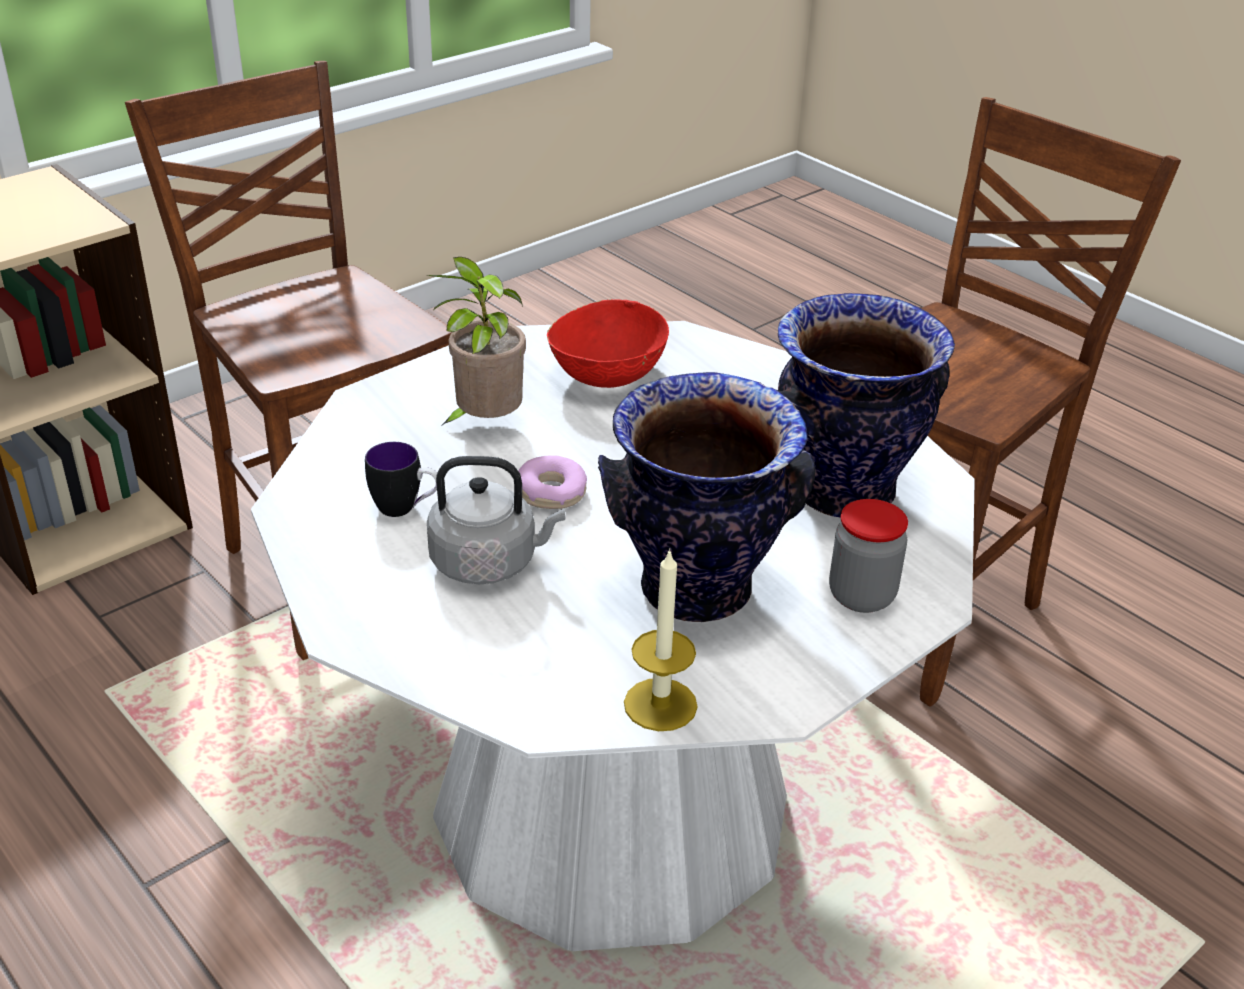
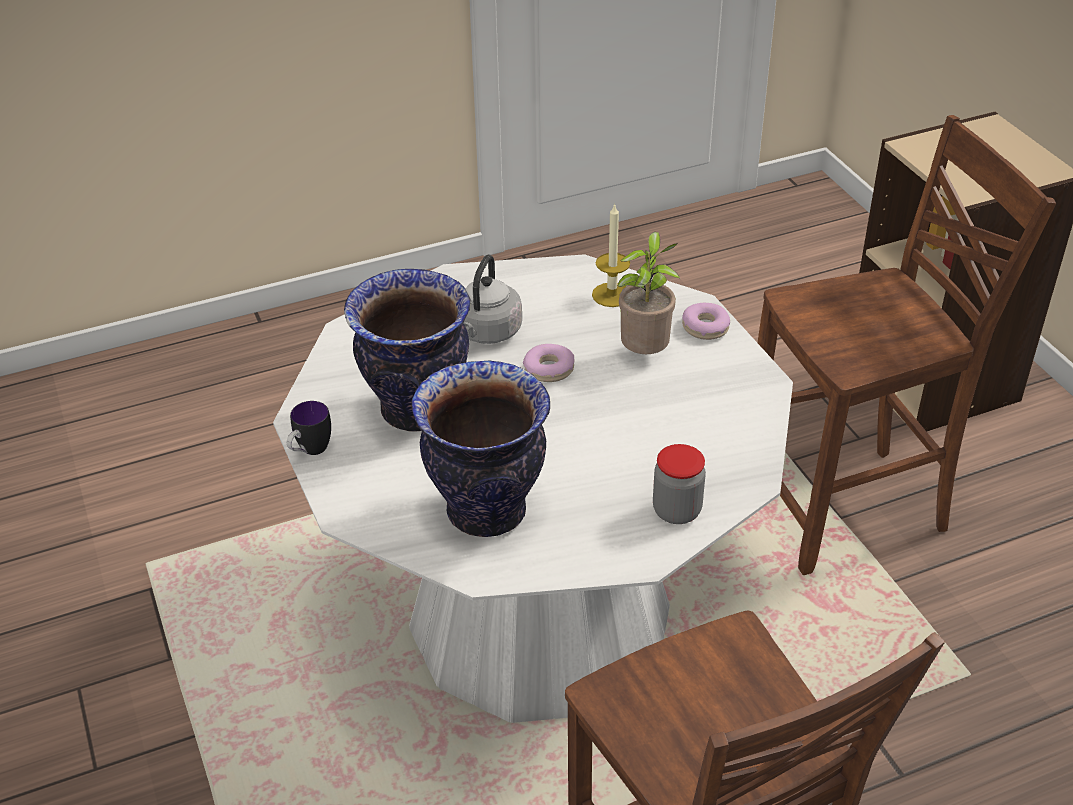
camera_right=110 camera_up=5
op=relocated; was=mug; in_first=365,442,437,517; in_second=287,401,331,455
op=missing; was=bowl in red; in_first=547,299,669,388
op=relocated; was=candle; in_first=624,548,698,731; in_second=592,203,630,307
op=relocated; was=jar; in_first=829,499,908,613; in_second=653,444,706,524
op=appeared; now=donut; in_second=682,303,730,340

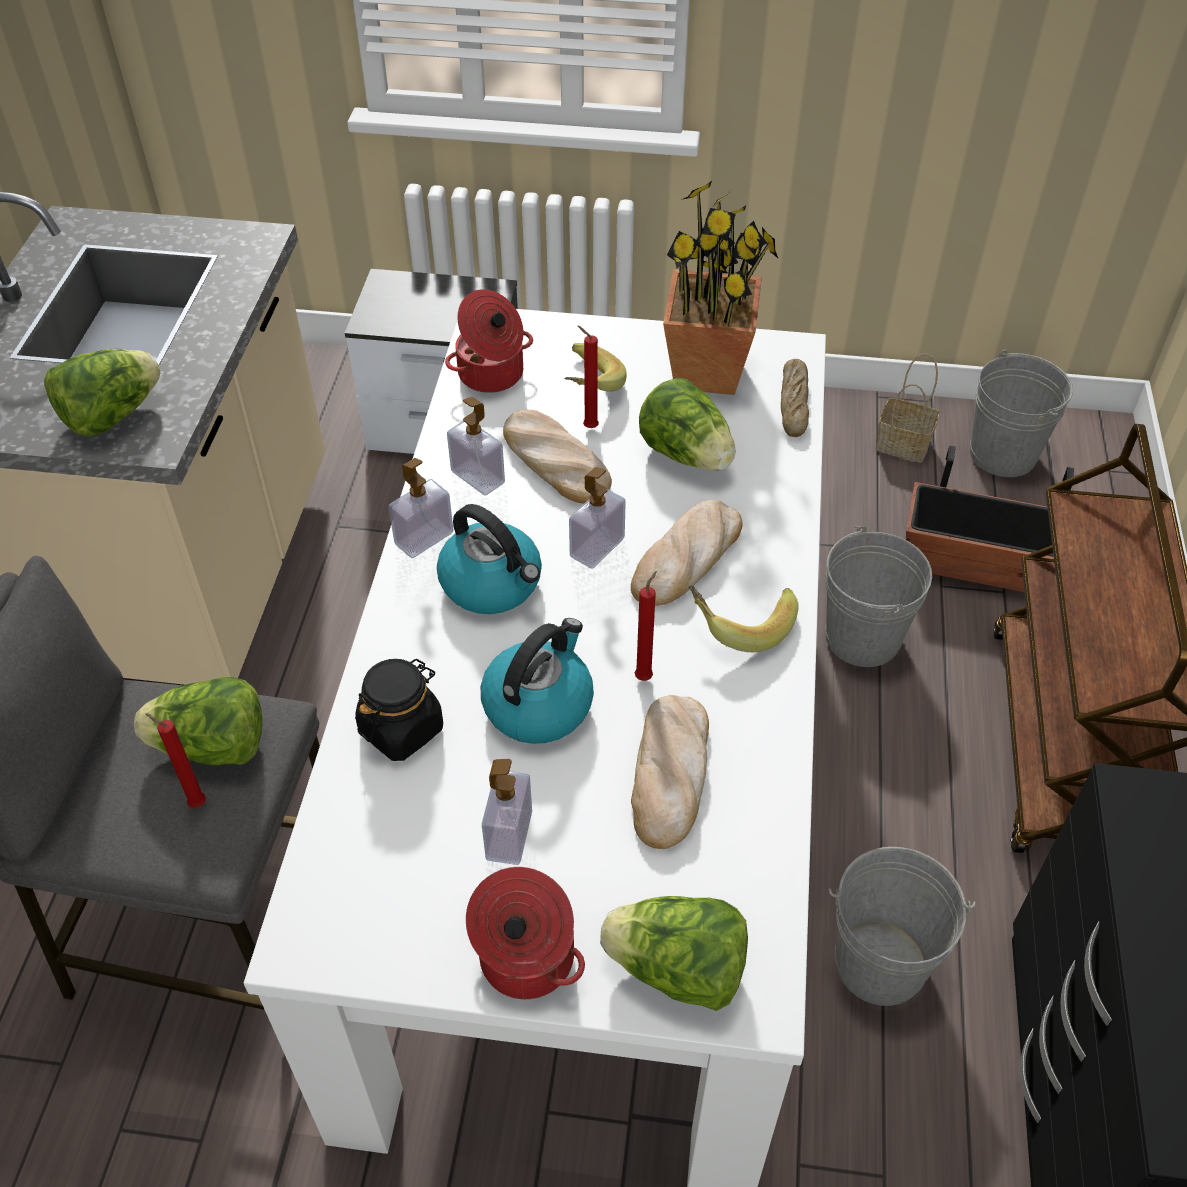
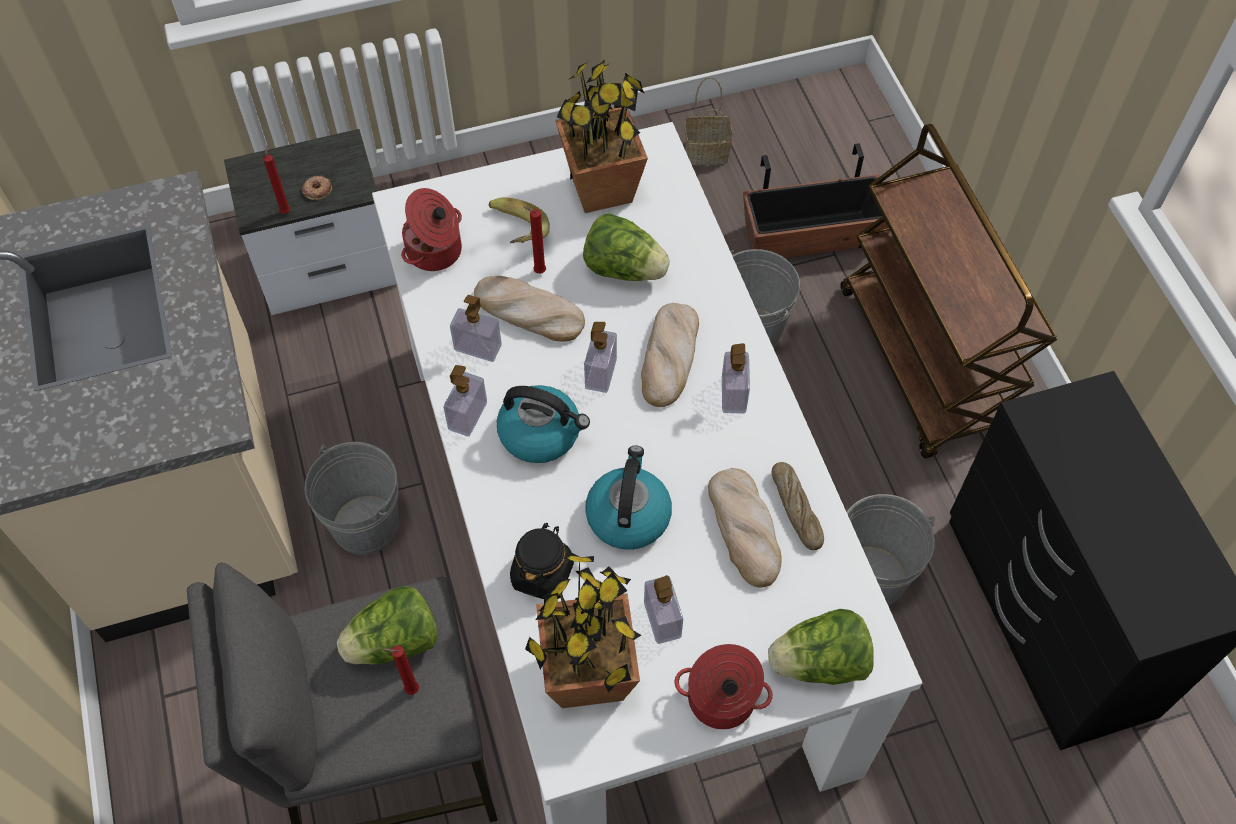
camera_right=-25 camera_up=10
op=missing; was=lettuce; in_first=44,349,161,437
op=relocated; was=candle in red; in_first=635,571,657,681; in_second=263,144,290,213
op=exchanged; was=banana; now=soap dispenser; in_first=688,585,799,652; in_second=722,343,750,413
op=relocated; was=bread; in_first=781,359,809,437; in_second=772,462,824,550
op=relocated; was=bucket in grey; in_first=970,349,1073,477; in_second=305,442,399,555
op=appeared; now=donut; in_second=302,176,332,200
op=appeared; now=potted plant; in_second=525,551,641,708

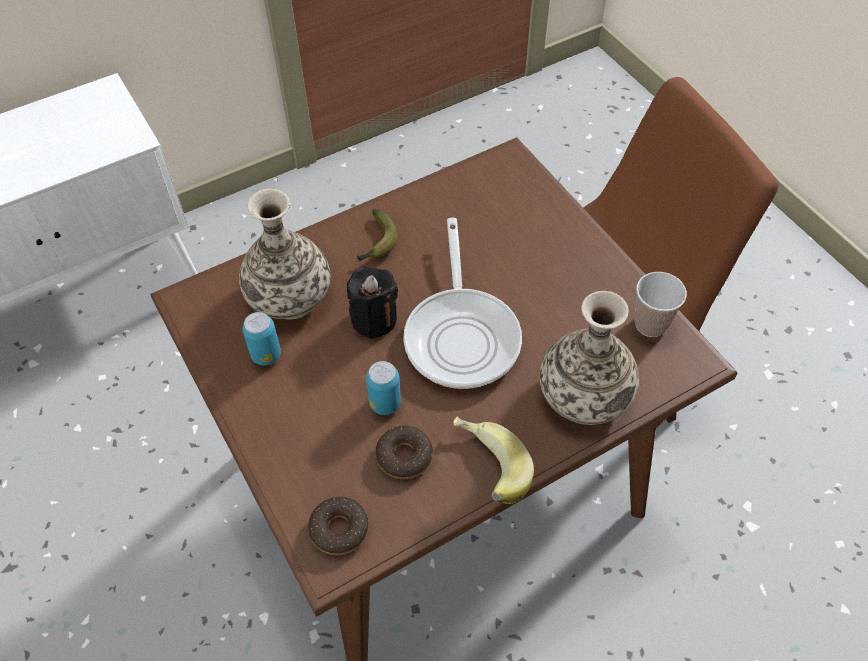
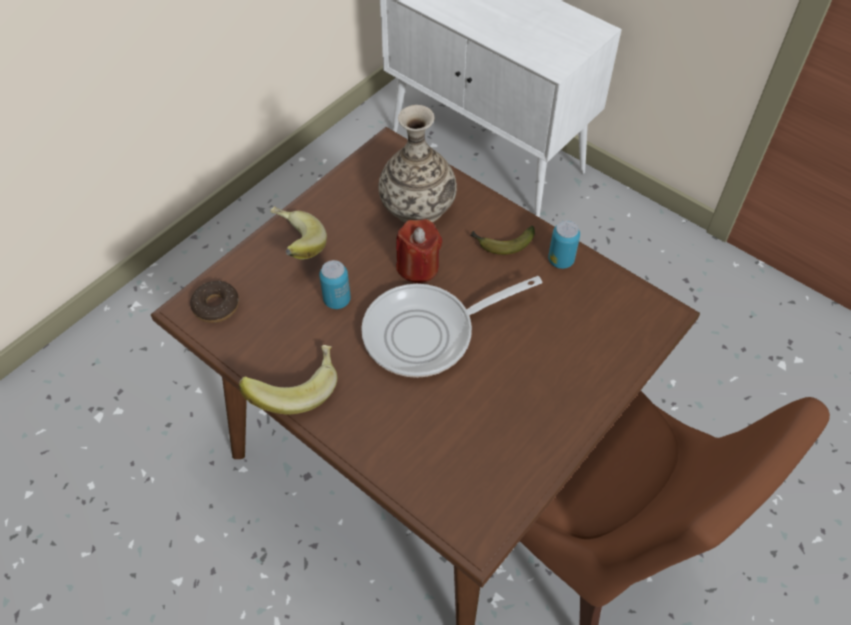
camera_right=70 camera_up=0
op=relocated; was=can; in_first=242,312,281,366; in_second=548,220,580,269
op=colour; was=candle in black; now=candle in red; in_first=347,267,398,339; in_second=396,219,442,283
op=missing; was=donut; in_first=375,426,433,479
op=missing; was=vase; in_first=540,291,639,425
op=missing; was=cup; in_first=635,272,687,337
op=appeared; now=banana; in_second=270,206,327,260

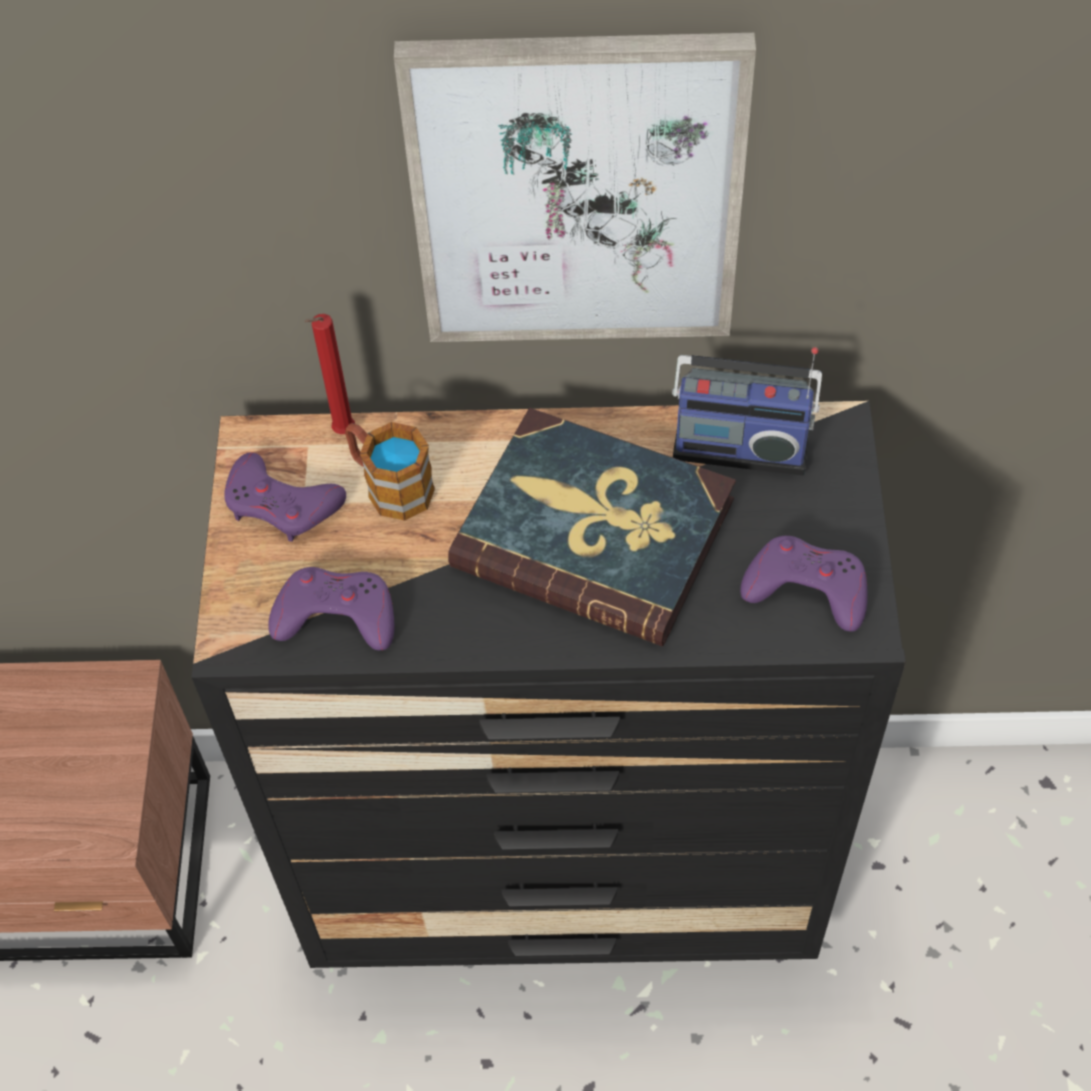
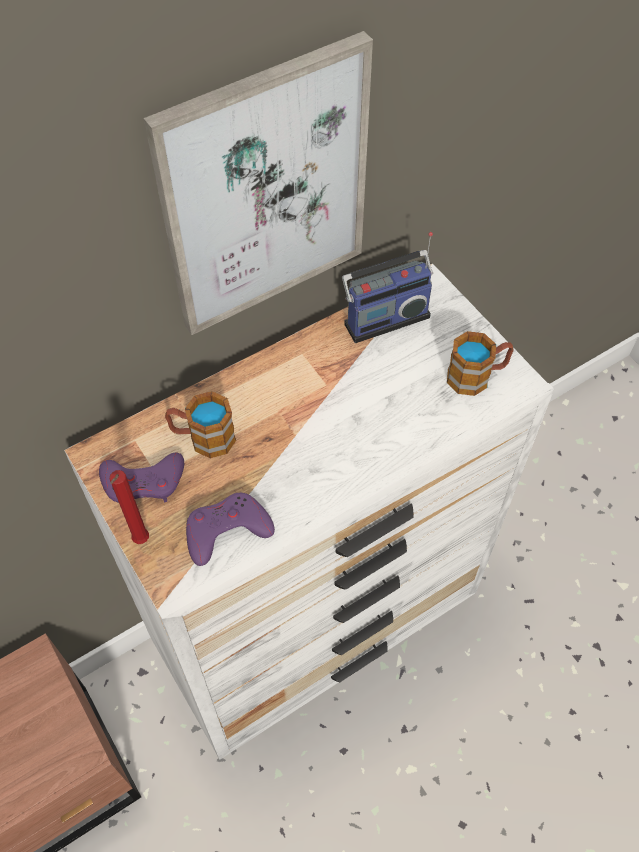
camera_right=-35 camera_up=0
op=colour; was=dresser in black; now=dresser in white; in_first=191,401,906,968; in_second=64,264,554,760
op=relocated; was=candle in red; in_first=304,314,355,434; in_second=110,470,149,544
op=missing; was=book; in_first=448,408,736,647
op=exchanged; was=game controller in purple; now=mug; in_first=740,536,868,632; in_second=447,331,514,396

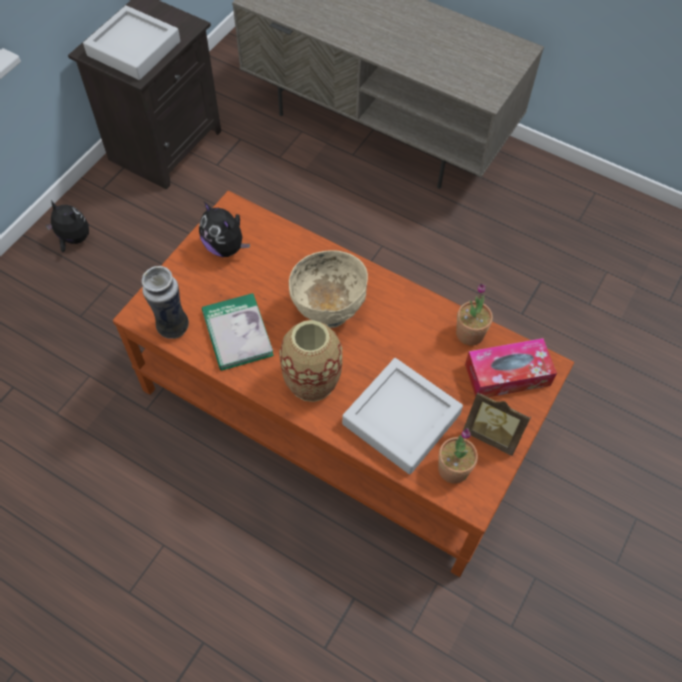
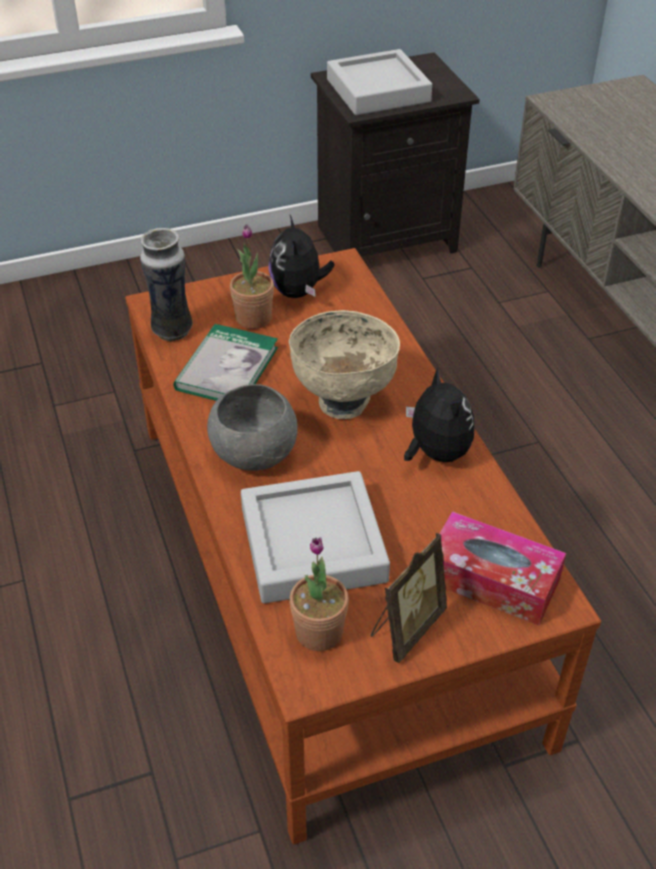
camera_right=40 camera_up=-15
op=relocated; was=plush toy; in_first=45,200,89,253; in_second=404,367,475,462
op=exchanged; was=vase; now=bowl in grey; in_first=279,320,342,402; in_second=207,384,298,471
op=relocated; was=potted plant; in_first=456,284,493,345; in_second=230,224,274,329
op=spun; was=picture frame; in_first=463,391,531,456; in_second=371,533,447,663; clockwise=-120

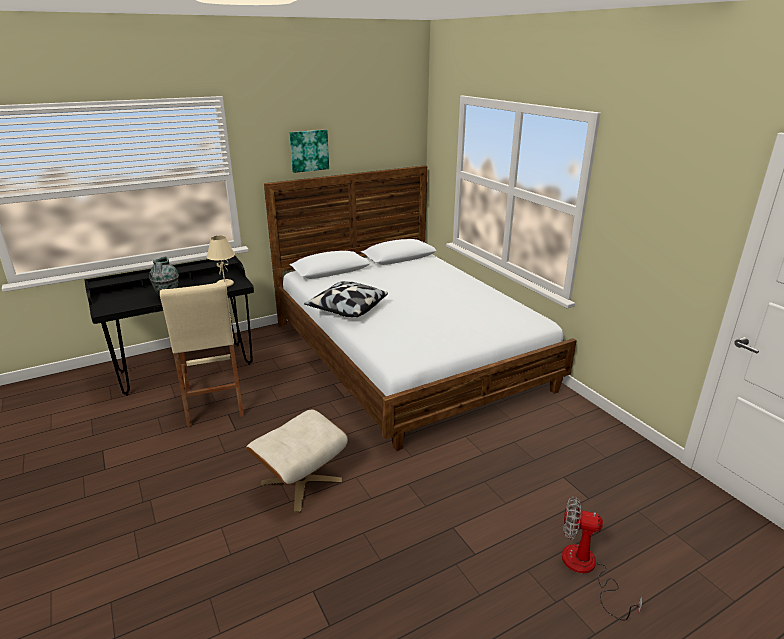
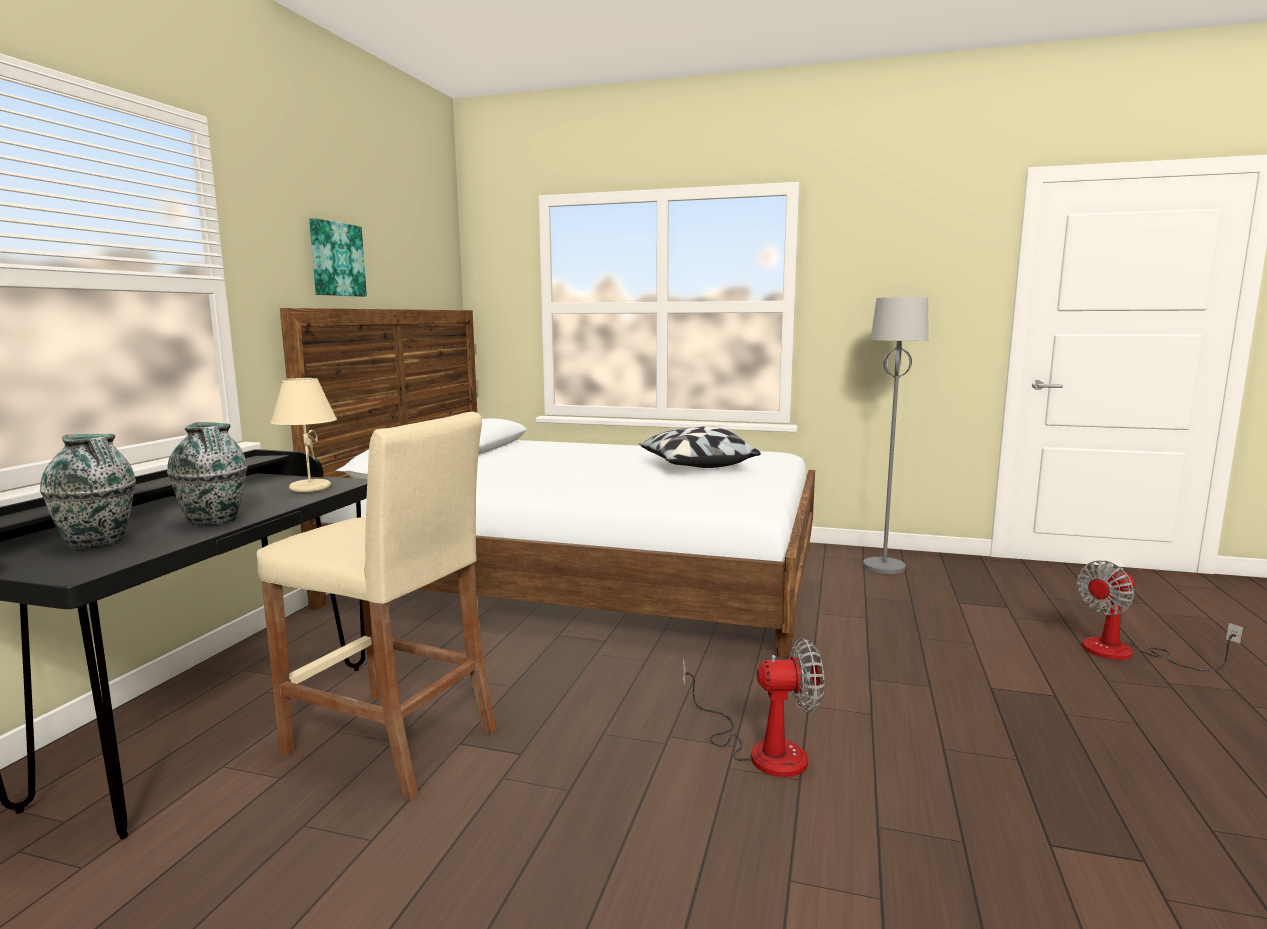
camera_right=-45 camera_up=-15
op=exchanged; was=ottoman in beige; now=fan; in_first=246,409,348,513; in_second=683,638,824,777
op=relocated; was=pillow; in_first=304,281,388,317; in_second=639,426,761,468
op=appeared; now=vase; in_second=40,434,136,549
op=appeared; now=floor lamp in grey; in_second=863,297,929,574

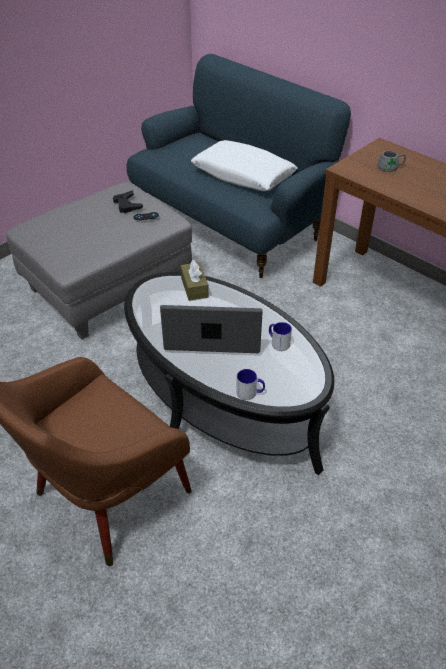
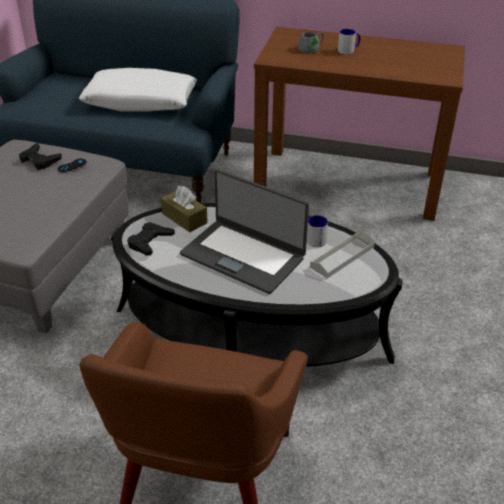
camera_right=-30 camera_up=-5
op=spun; was=laptop; in_first=160,305,263,353; in_second=180,169,309,294; clockwise=-120
op=relocated; was=mug; in_first=236,369,265,400; in_second=338,29,360,54
op=appeared; now=game controller in black; in_second=127,222,175,255
op=appeared; now=tray in grey; in_second=310,231,375,278

